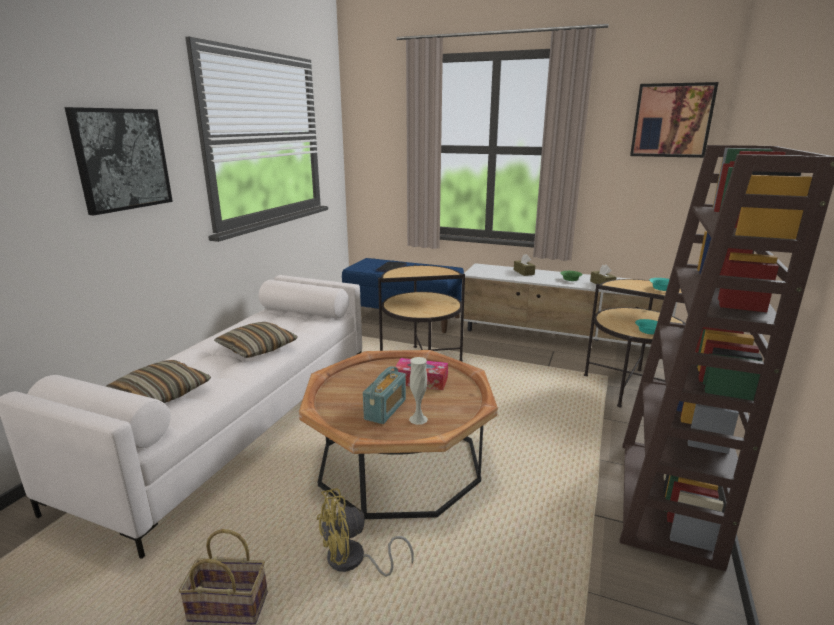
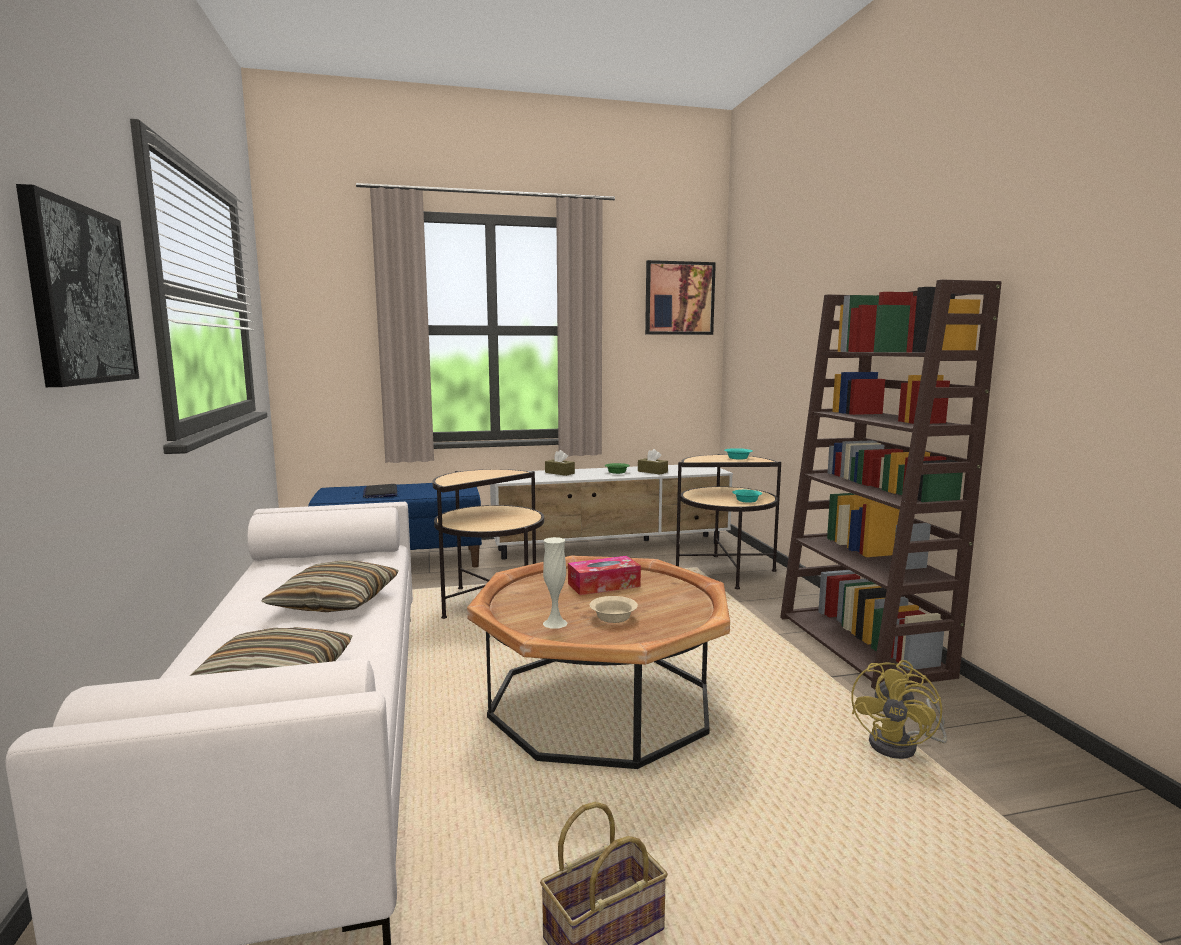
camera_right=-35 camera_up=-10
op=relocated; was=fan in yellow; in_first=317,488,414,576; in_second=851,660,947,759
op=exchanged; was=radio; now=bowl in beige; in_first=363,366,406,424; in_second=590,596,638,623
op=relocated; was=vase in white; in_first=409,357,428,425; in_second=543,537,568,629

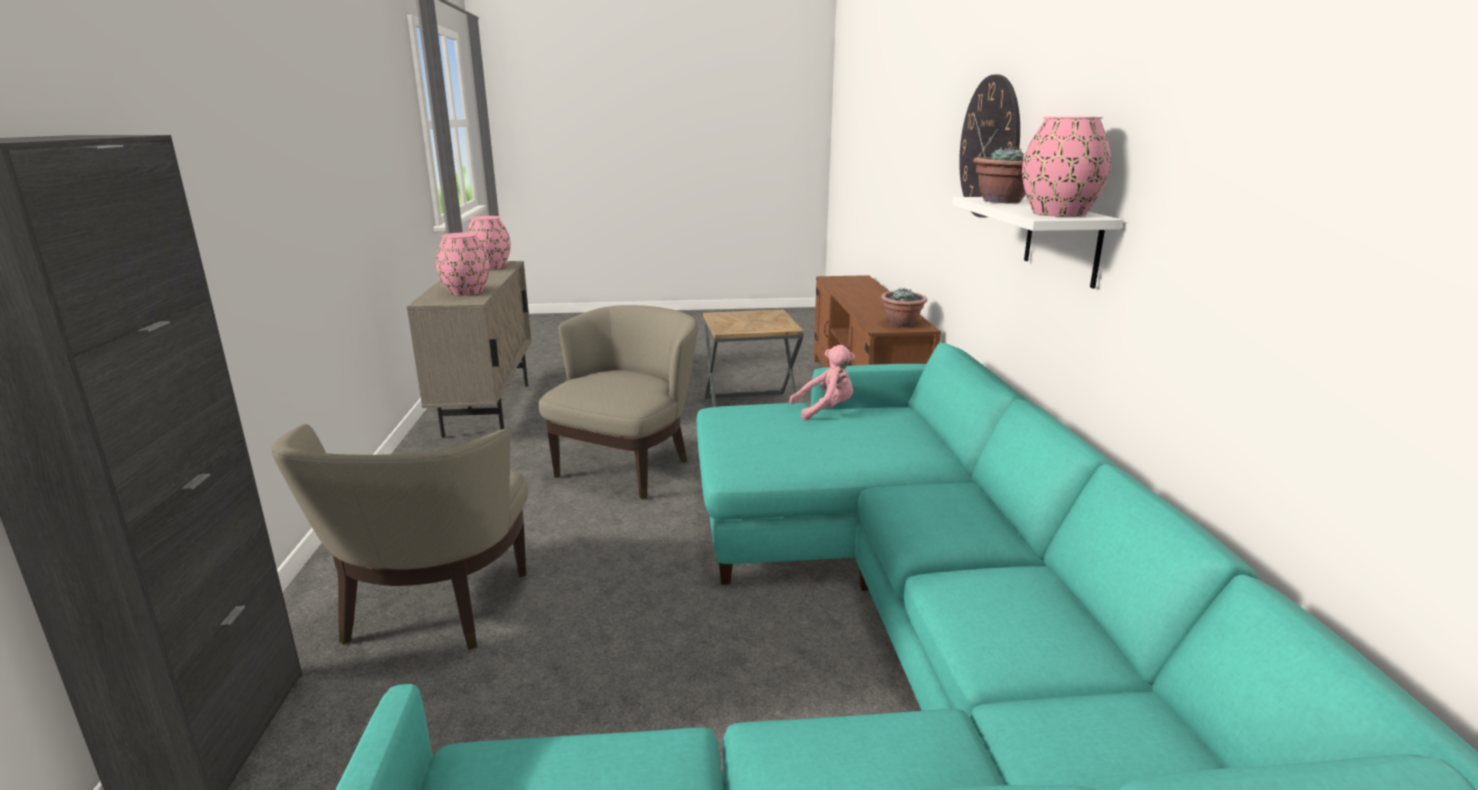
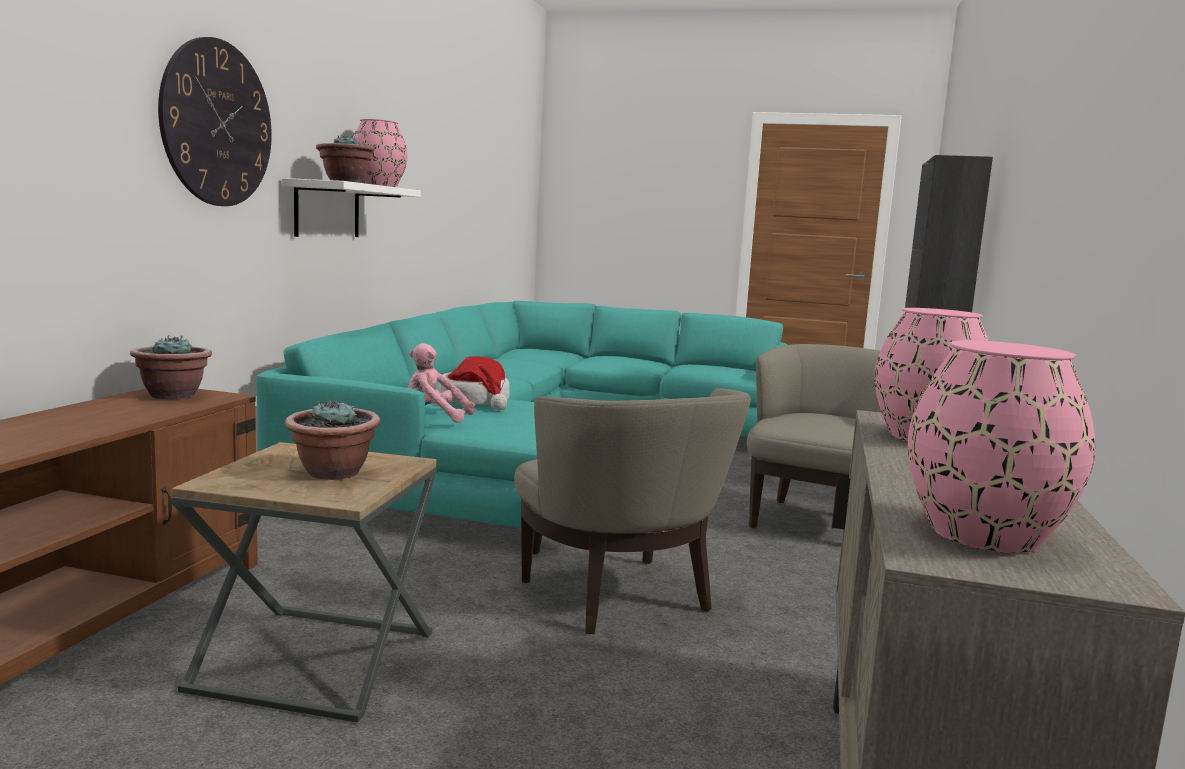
camera_right=-160 camera_up=-10
op=spun; was=armchair in beige; in_first=539,305,698,499; in_second=514,388,751,634; clockwise=-75
op=appeared; now=potted plant; in_second=285,399,380,480
op=appeared; now=hat; in_second=438,356,510,410

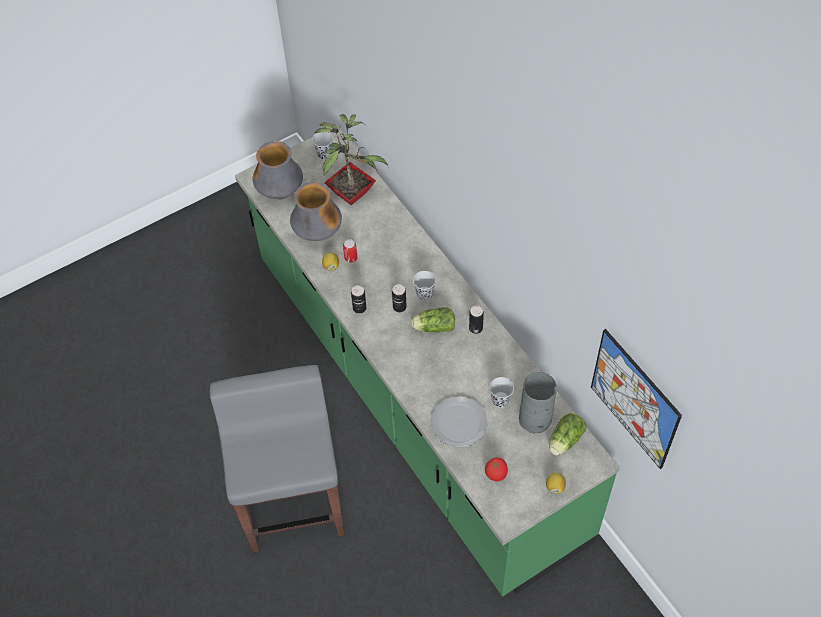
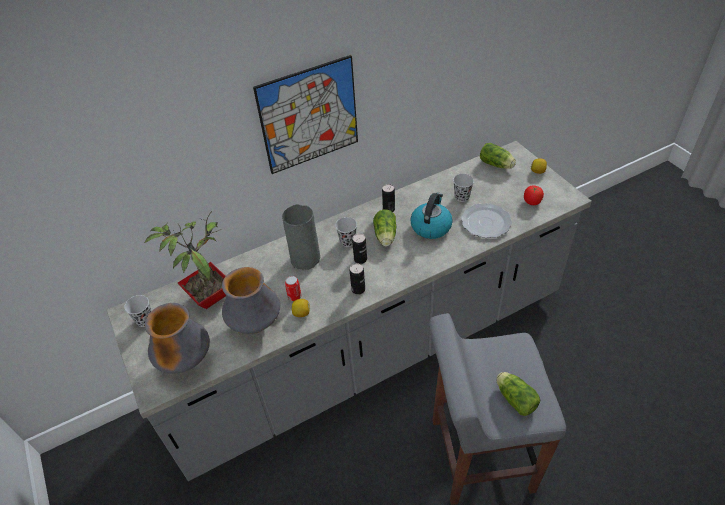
camera_right=-85 camera_up=-10
op=colour; was=counter in green; now=counter in grey; in_first=235,125,620,596; in_second=106,141,592,481
op=relocated; was=vase in grey; in_first=519,372,557,434; in_second=282,205,320,270
op=relocated; was=picture; in_first=591,329,682,469; in_second=253,55,358,174
op=appeared; now=kettle; in_second=410,193,453,239
op=appeared; now=lettuce; in_second=496,372,540,416

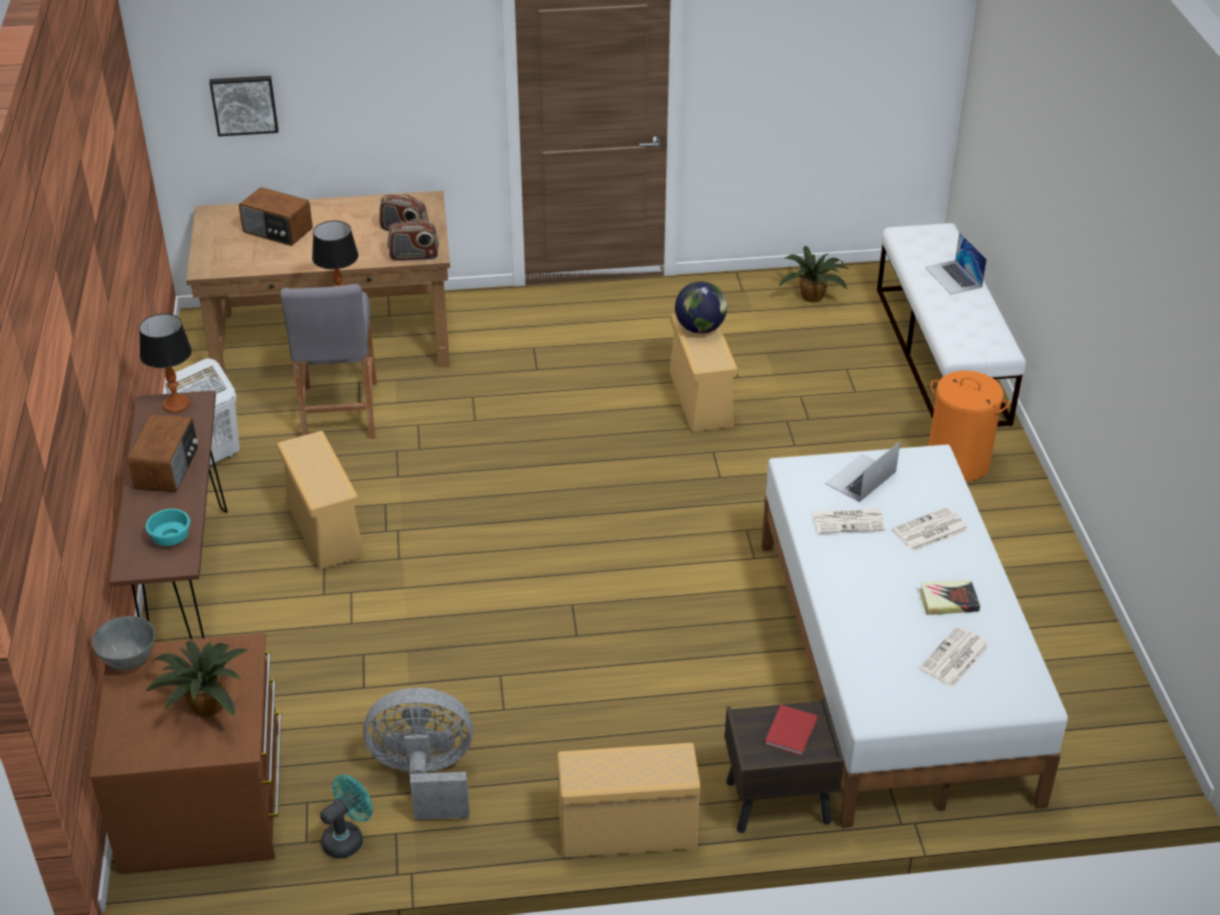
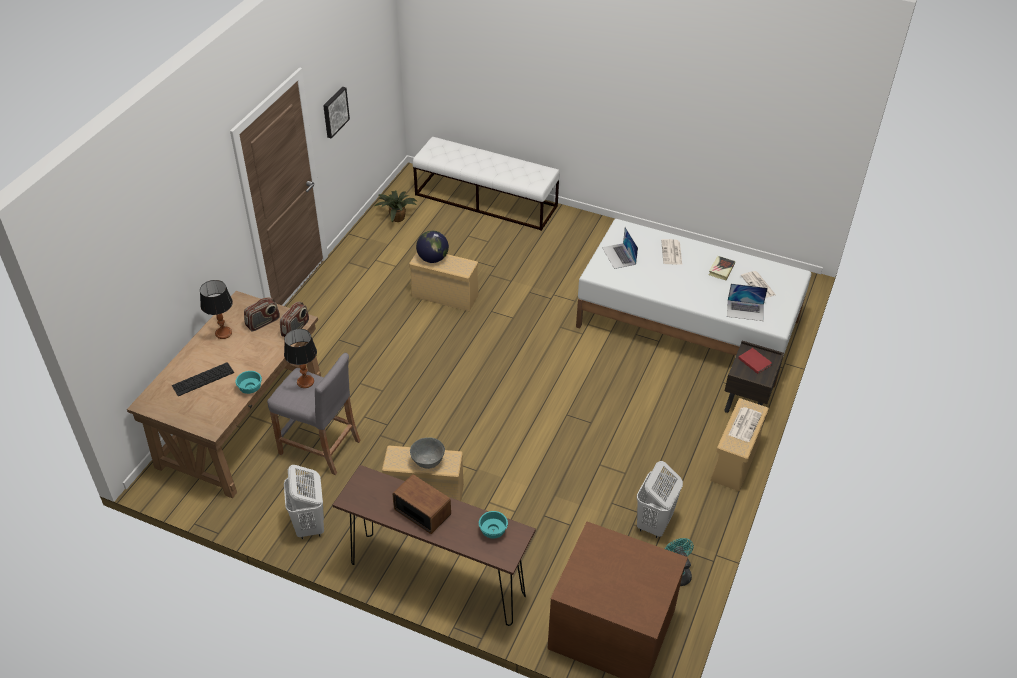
camera_right=-60 camera_up=5
op=relocated; was=bowl in grey; in_first=92,616,155,670; in_second=410,437,445,469
op=relocated; was=table lamp; in_first=139,314,192,413; in_second=200,280,233,339
op=missing; was=potted plant; in_first=146,641,248,717
op=relocated; was=picture; in_first=209,76,278,136; in_second=323,87,350,138
op=exchanged; was=radio; now=keyboard; in_first=239,187,313,246; in_second=172,362,234,396
op=exchanged; was=fan in grey; now=laundry basket in white; in_first=363,688,473,820; in_second=637,461,683,538
op=relocated; was=newspaper; in_first=813,509,886,534; in_second=729,407,762,442
op=relocated; was=laptop; in_first=925,232,987,294; in_second=727,284,768,321
op=missing; was=laundry basket in orange; in_first=929,371,1010,482
op=appeared; now=bowl in turquoise; in_second=235,371,262,394

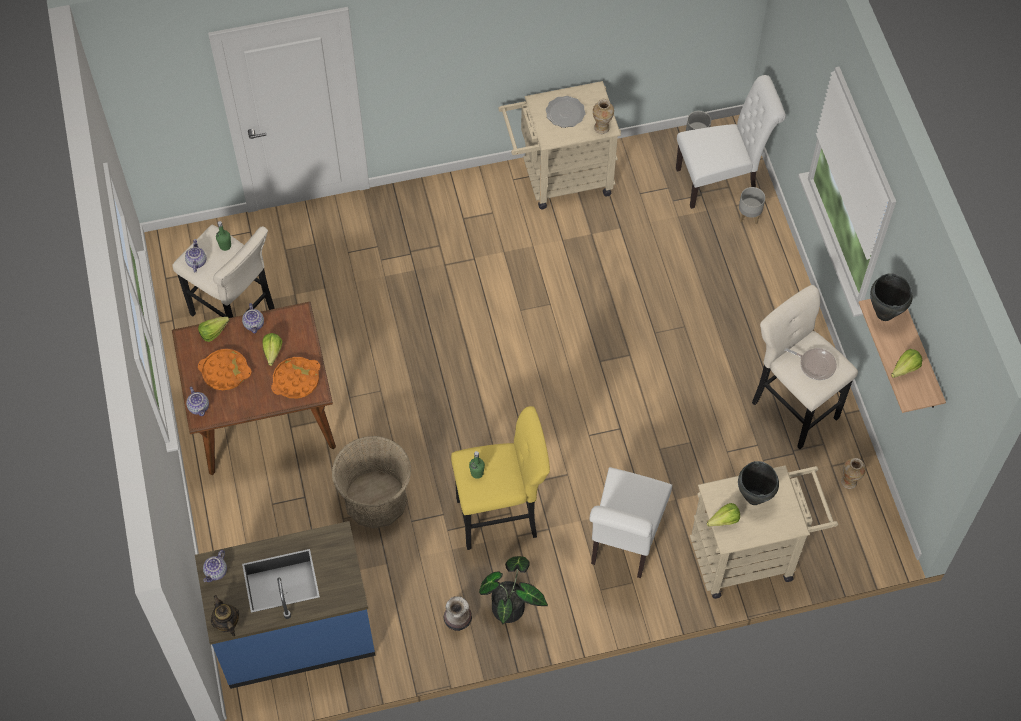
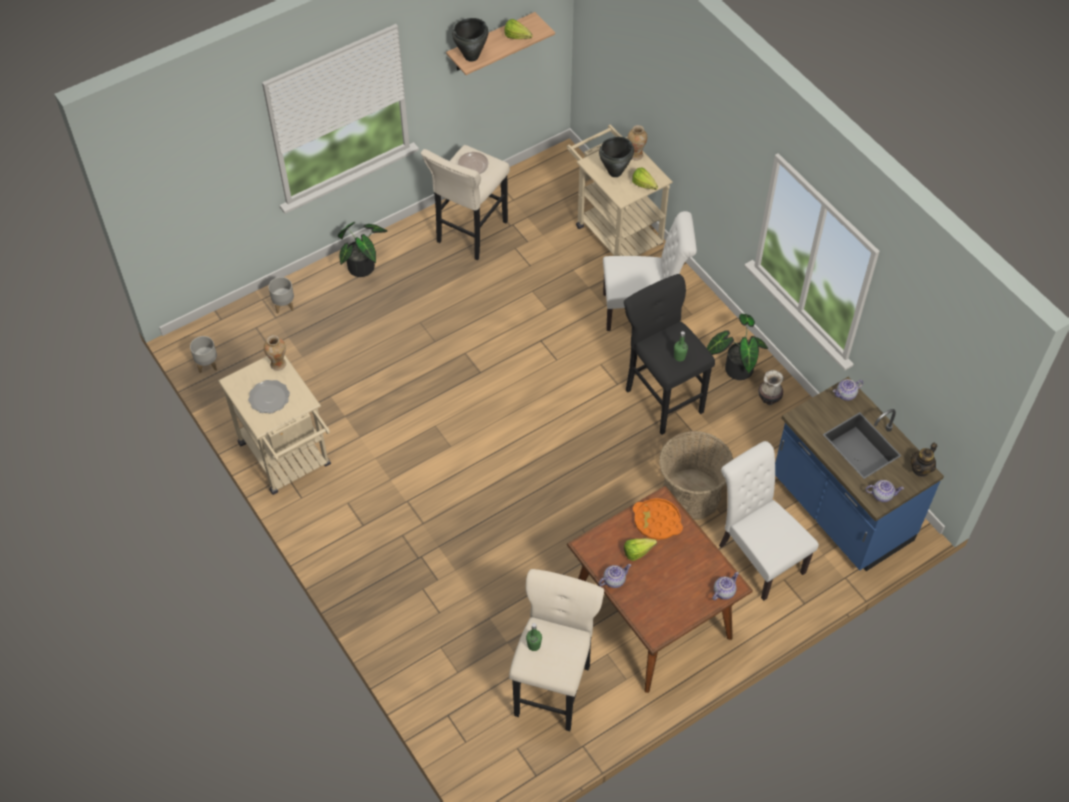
camera_right=-110 camera_up=-5
op=relocated; was=teapot; in_first=185,239,206,272; in_second=833,379,863,401
op=missing; was=lettuce; in_first=198,317,229,342
op=missing; was=tray in orange; in_first=198,349,252,390
op=colour; was=stool in yellow; now=stool in black; in_first=451,406,550,550; in_second=624,274,715,435
op=relocated; was=chair in white; in_first=676,75,786,209; in_second=719,441,819,601
op=relocated; was=vase; in_first=841,458,866,489; in_second=628,125,647,161
op=appeared; now=potted plant; in_second=338,222,387,277

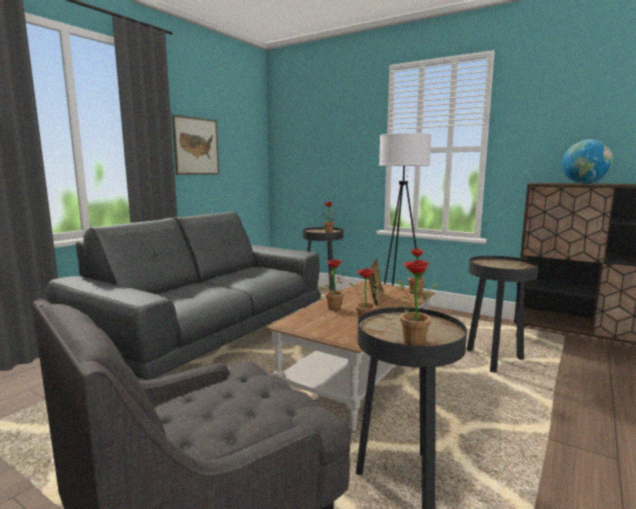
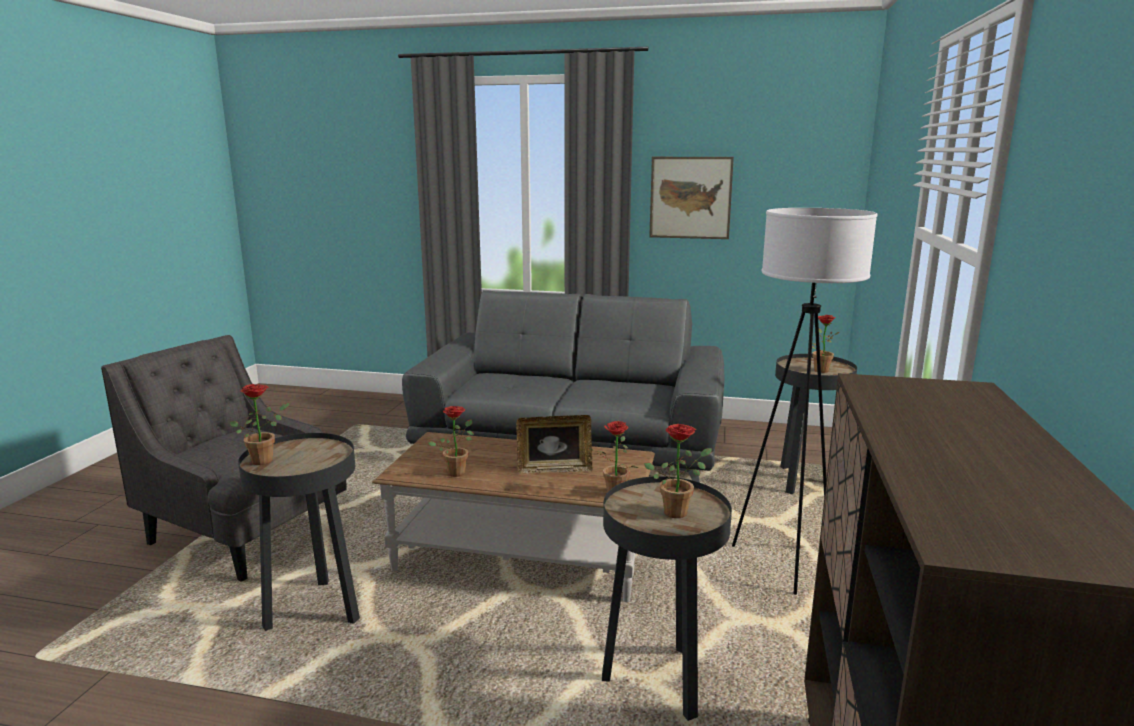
camera_right=70 camera_up=5
op=relocated; was=potted plant; in_first=320,259,345,310; in_second=644,424,712,518
op=missing; was=globe; in_first=562,139,613,184

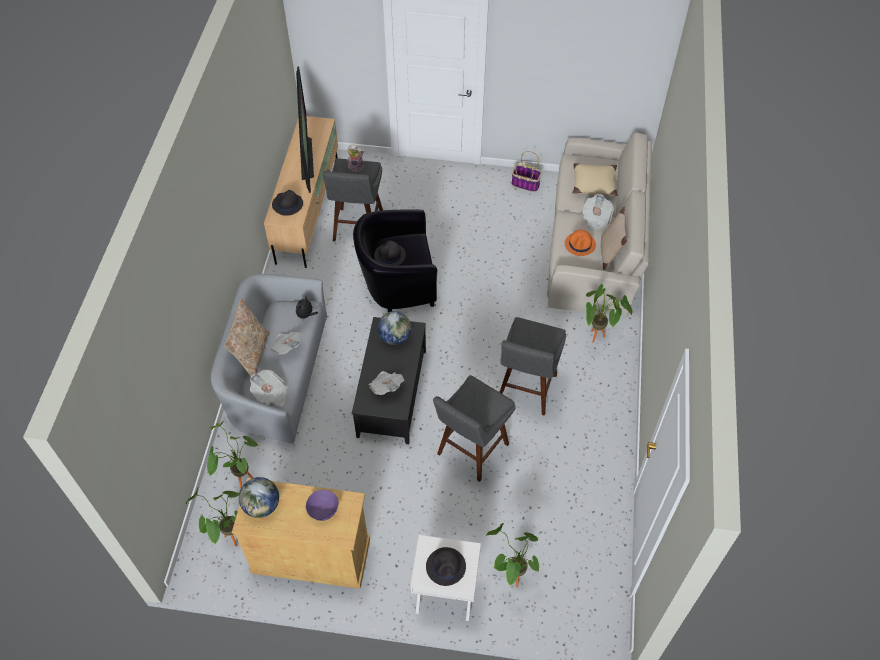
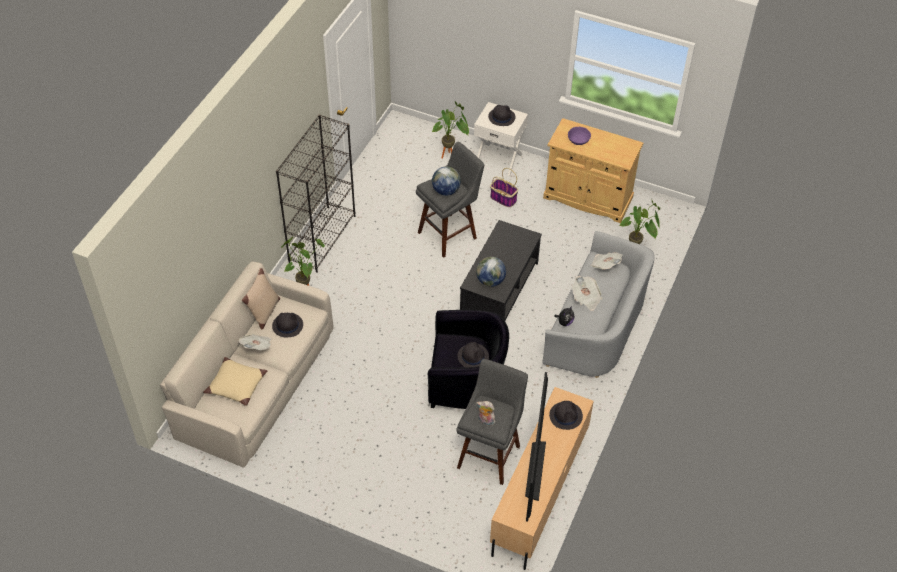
camera_right=-165 camera_up=-5
op=missing; was=potted plant; in_first=185,488,239,547
op=missing; was=pillow in beige; in_first=224,298,269,376
op=relocated; was=globe; in_first=239,477,279,518; in_second=432,166,461,196
op=missing; was=newspaper; in_first=368,371,404,395
op=missing; was=stool in grey; in_first=500,317,566,416
op=relocated; was=basket; in_first=511,151,542,192; in_second=490,168,518,207
op=colour; was=hat in orange; now=hat in black; in_first=565,230,596,256; in_second=272,313,303,337
op=appeared; now=bookcase in black; in_second=276,114,355,273

